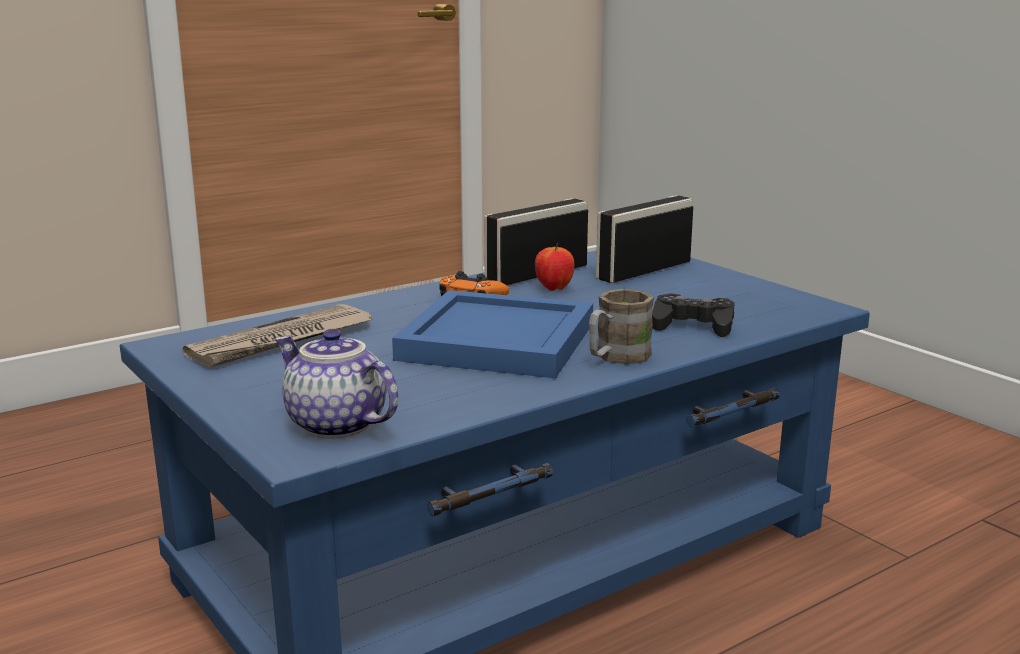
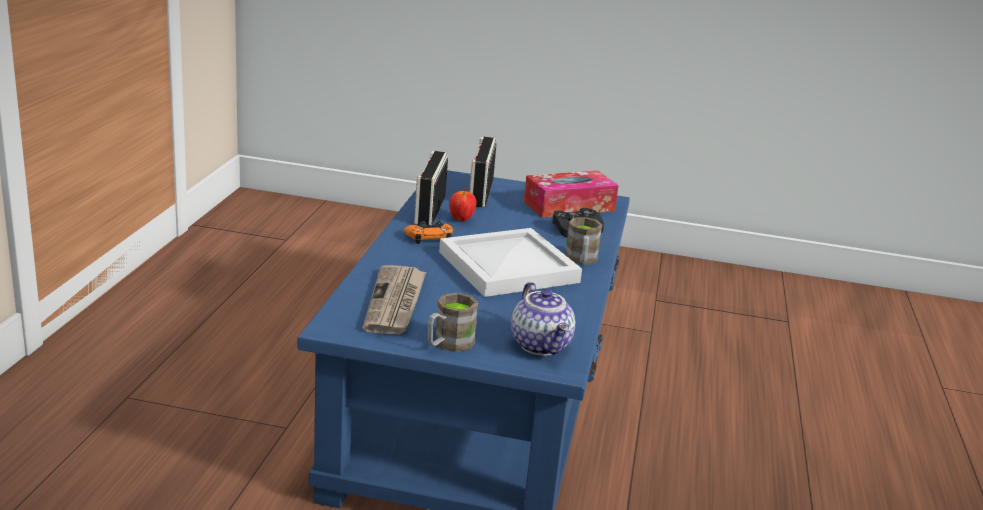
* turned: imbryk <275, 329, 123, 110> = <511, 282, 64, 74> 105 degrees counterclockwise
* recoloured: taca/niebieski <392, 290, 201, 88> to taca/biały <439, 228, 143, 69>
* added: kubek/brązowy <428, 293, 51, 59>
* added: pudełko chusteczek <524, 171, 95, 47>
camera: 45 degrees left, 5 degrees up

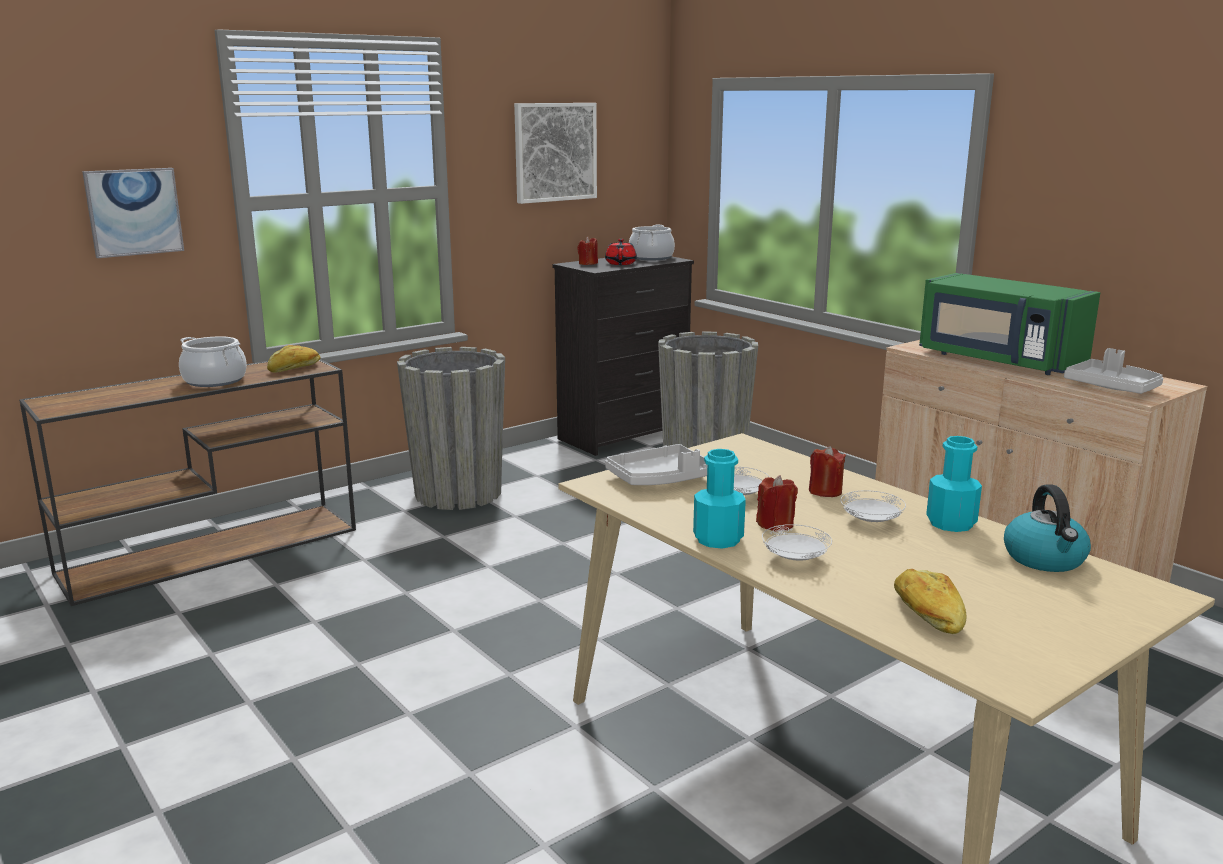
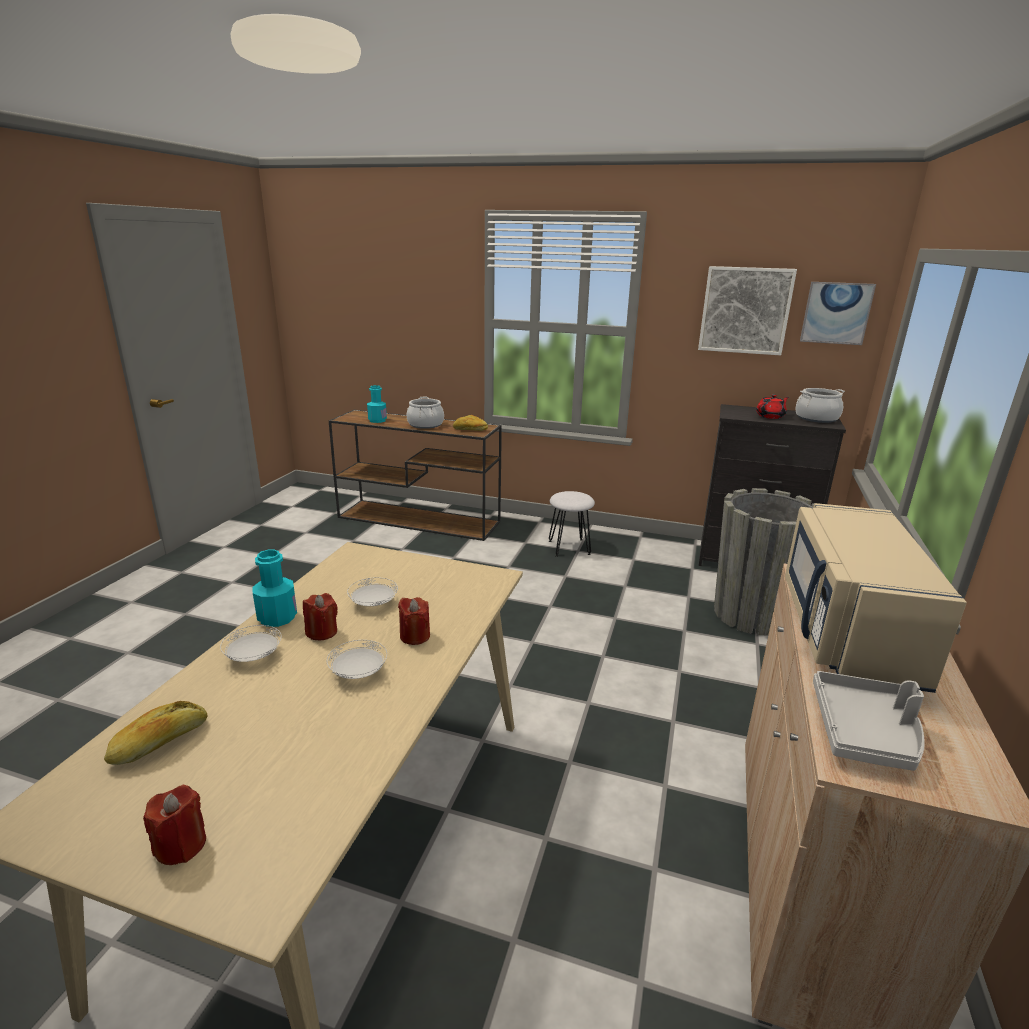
* moved: obraz <82, 168, 102, 90> to <800, 282, 76, 63>
* replaced: donica/szary <397, 347, 108, 163> to stołek/biały <549, 491, 46, 66>
* moved: świeca/czerwony <577, 236, 21, 29> to <143, 785, 63, 80>
* removed: taca/szary <605, 444, 102, 41>
* recoloured: mikrofalówka/zielony <919, 273, 181, 102> to mikrofalówka/beżowy <785, 503, 182, 190>
* moved: butelka/turkusowy <926, 436, 56, 96> to <367, 385, 20, 38>
* removed: czajnik <1004, 485, 87, 87>
camera: 55 degrees right, 5 degrees up

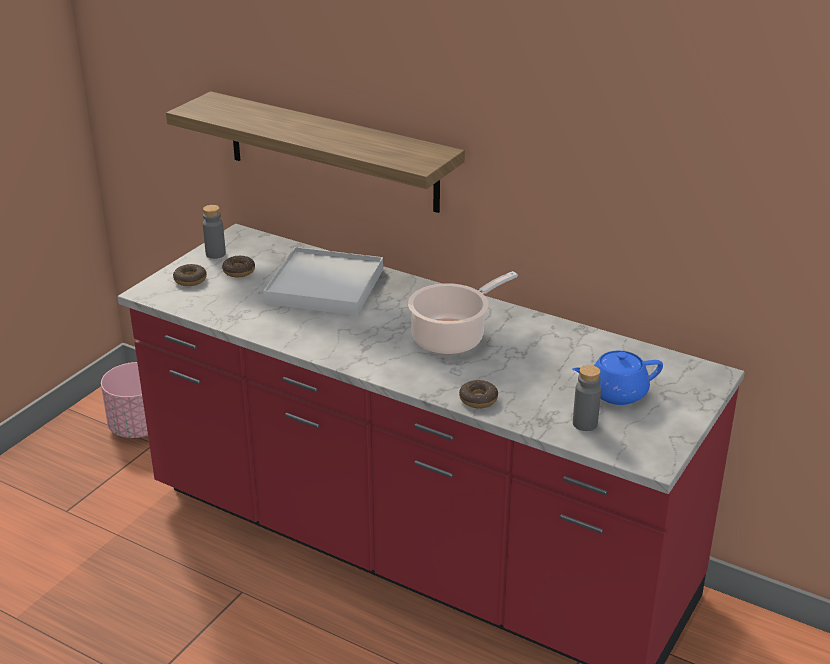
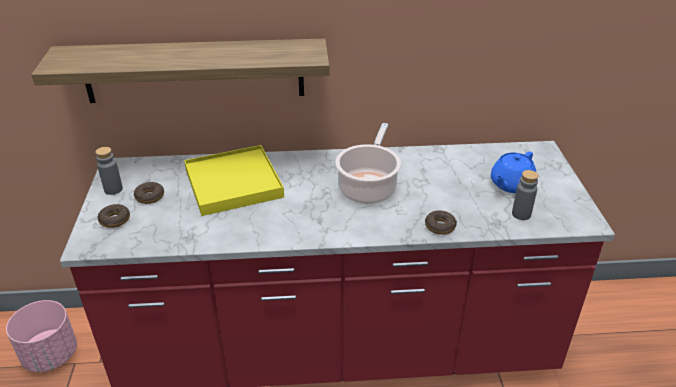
* recoloured: taca/biały <263, 247, 120, 69> to taca/żółty <184, 145, 100, 71>
camera: 35 degrees left, 5 degrees up

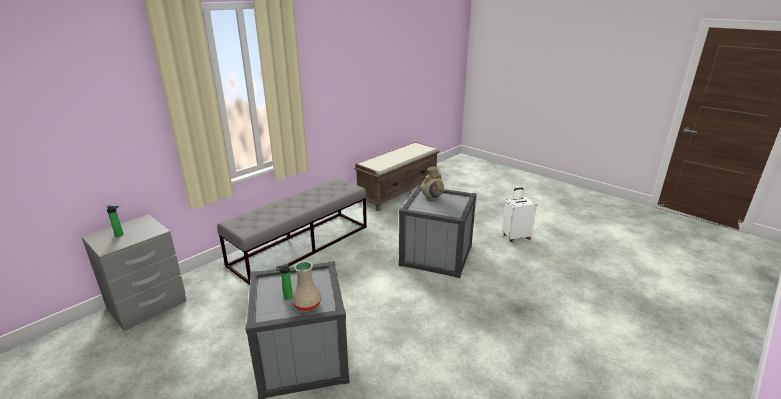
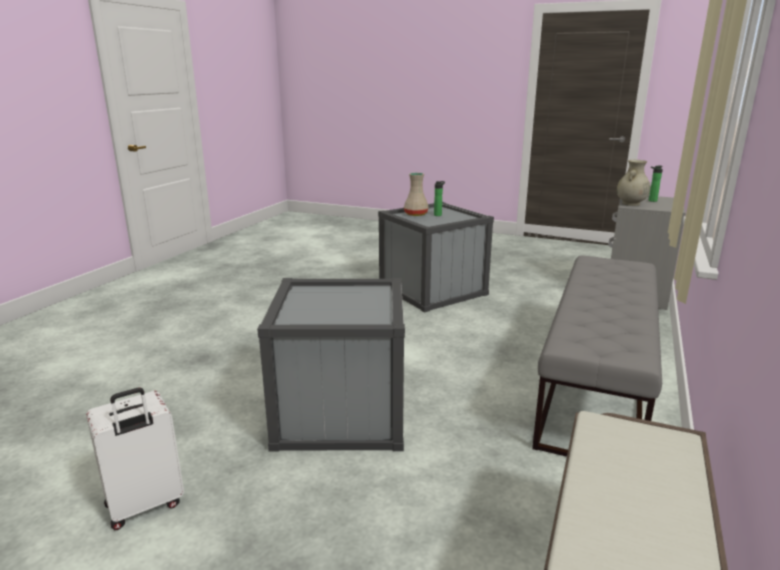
* moved: wazon/beżowy <421, 167, 23, 33> to <617, 160, 33, 46>
camera: 160 degrees right, 5 degrees down

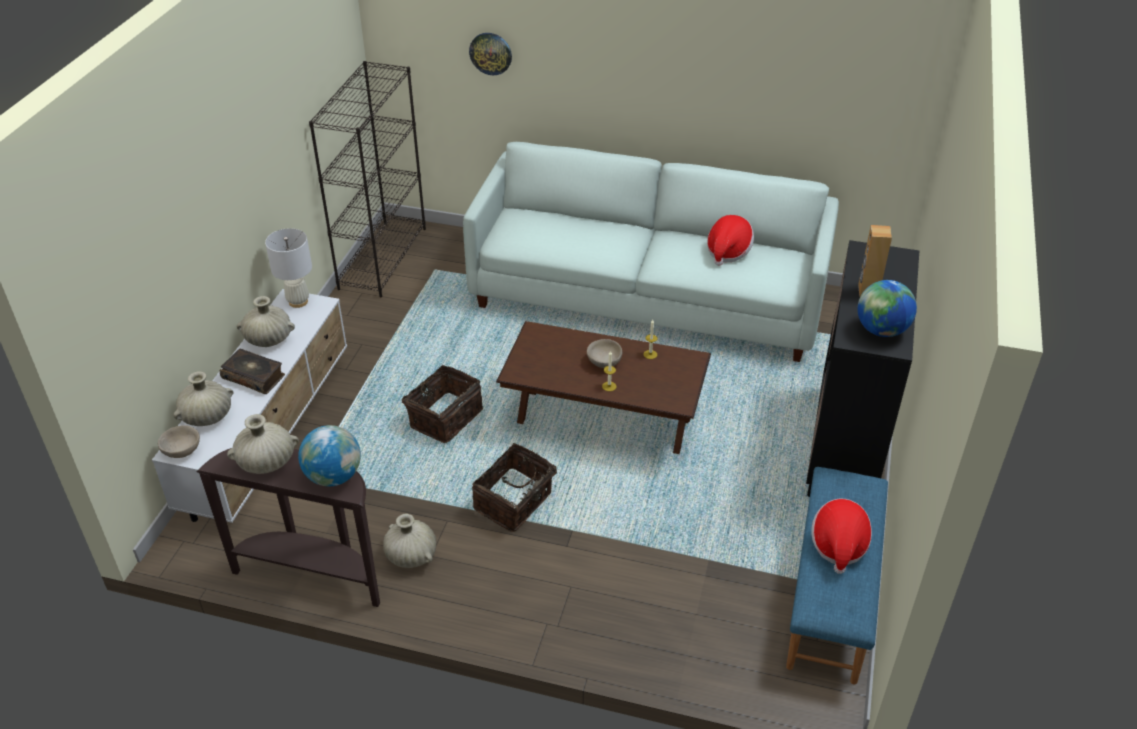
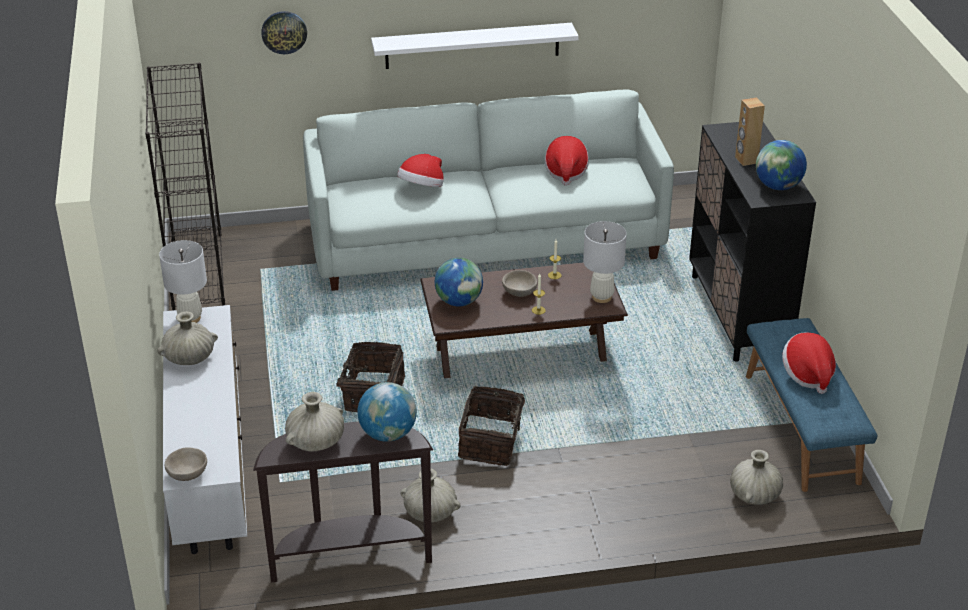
* moved: wazon/beżowy <173, 371, 61, 55> to <730, 450, 53, 55>
* removed: książka <220, 349, 65, 45>
* added: półka/biały <371, 23, 208, 46>
* added: kapelusz <397, 154, 47, 33>
* added: globus <435, 258, 48, 48>
* added: lampa stołowa/biały <583, 221, 44, 82>
camera: 25 degrees left, 5 degrees down

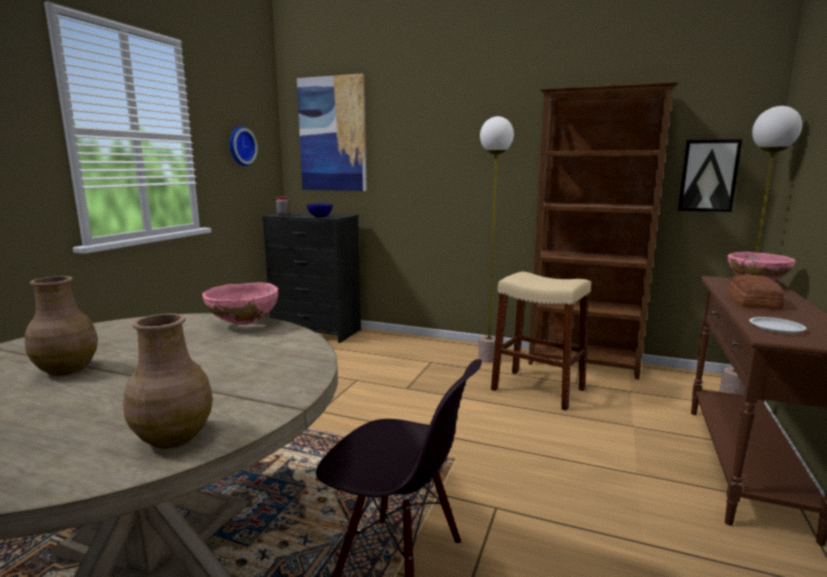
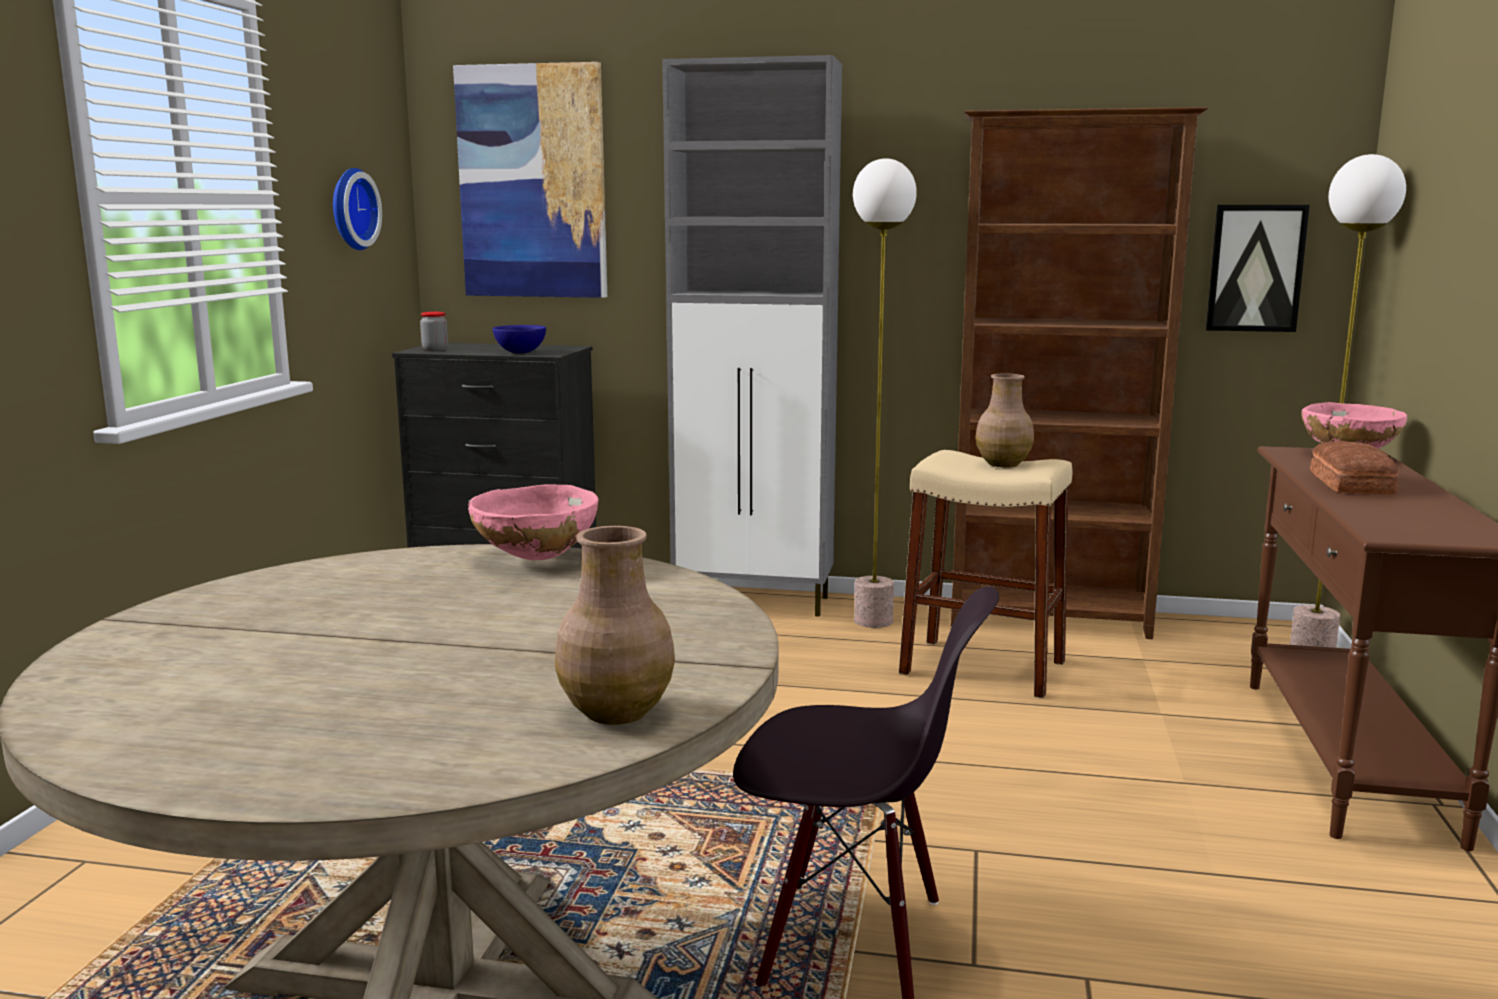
* moved: wazon/brązowy <25, 276, 73, 100> to <975, 374, 59, 93>
* removed: talerz/biały <749, 317, 57, 16>
* added: szafka/szary <662, 55, 180, 562>
camera: 10 degrees left, 0 degrees up

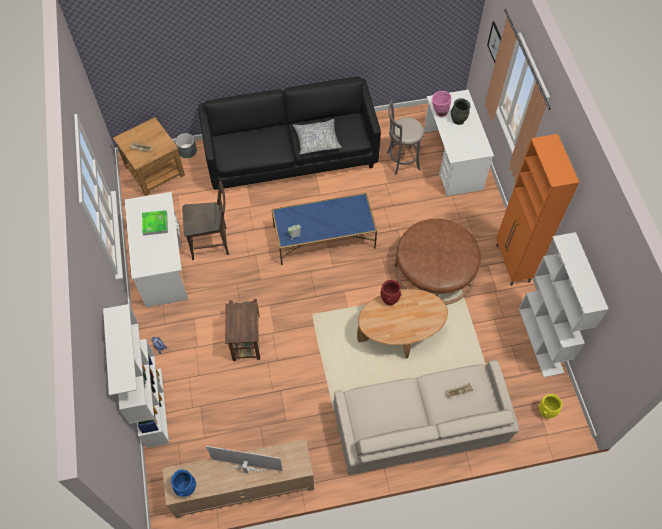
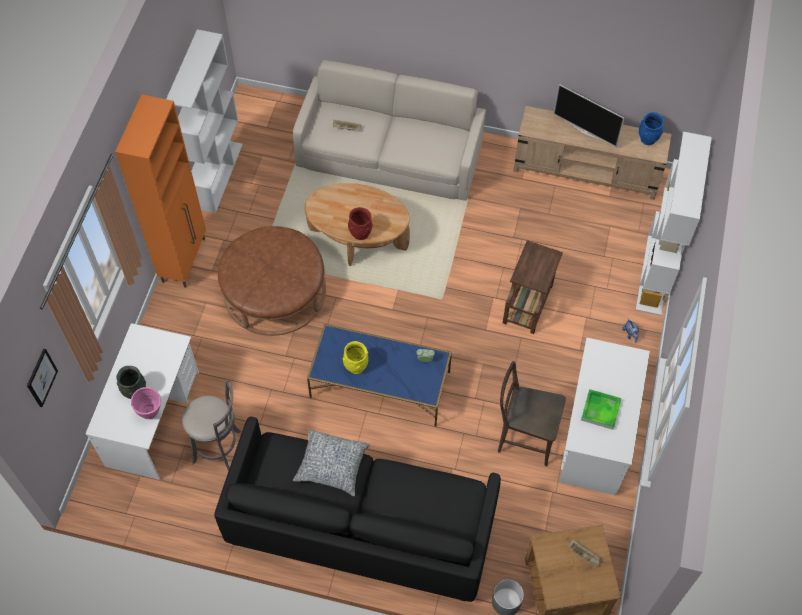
* moved: wazon/żółty <539, 394, 23, 25> to <343, 341, 26, 33>
camera: 155 degrees left, 0 degrees up

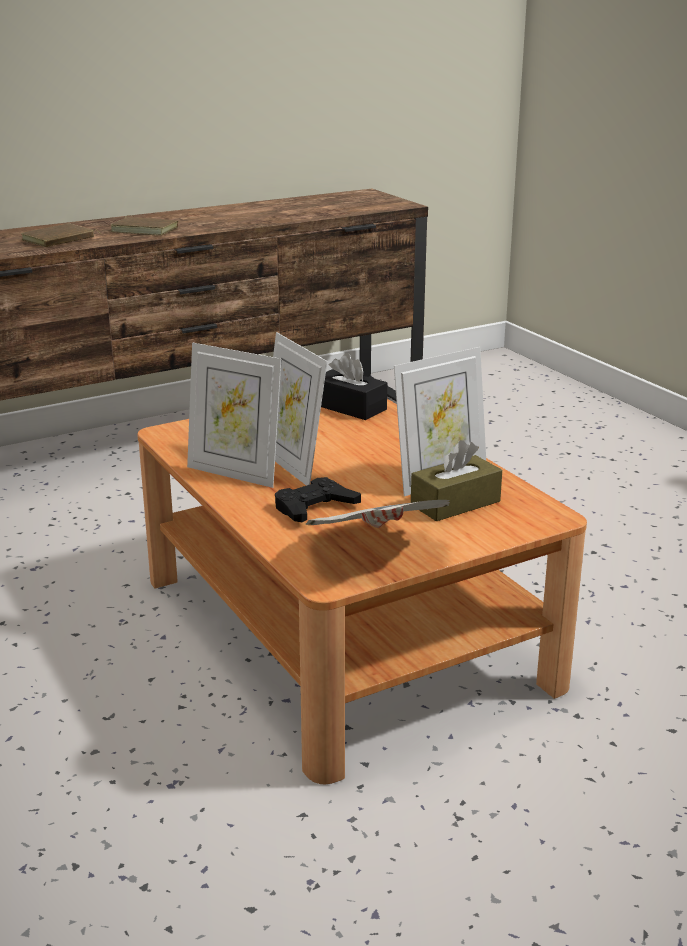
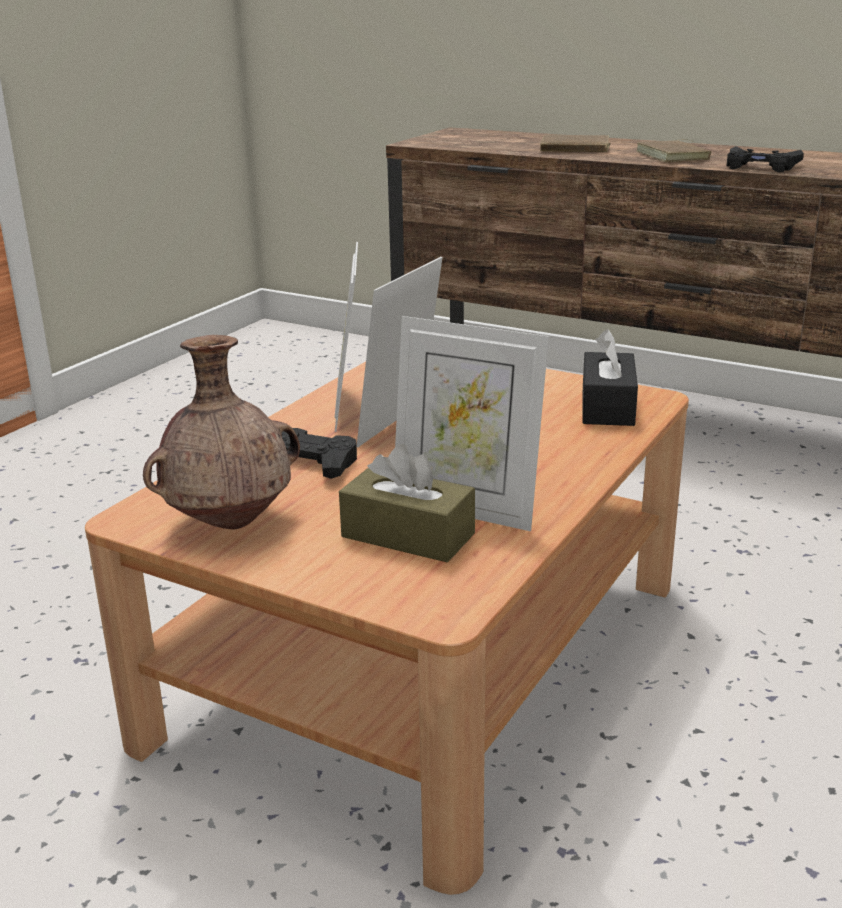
* replaced: gazeta <306, 500, 144, 28> to wazon/brązowy <143, 335, 157, 194>
* added: pad do gier/czarny <727, 146, 77, 26>
camera: 60 degrees right, 0 degrees up

